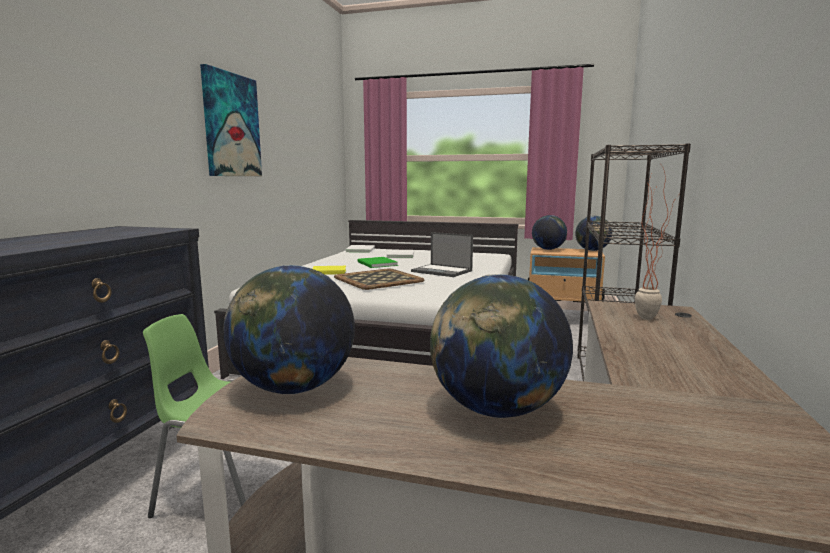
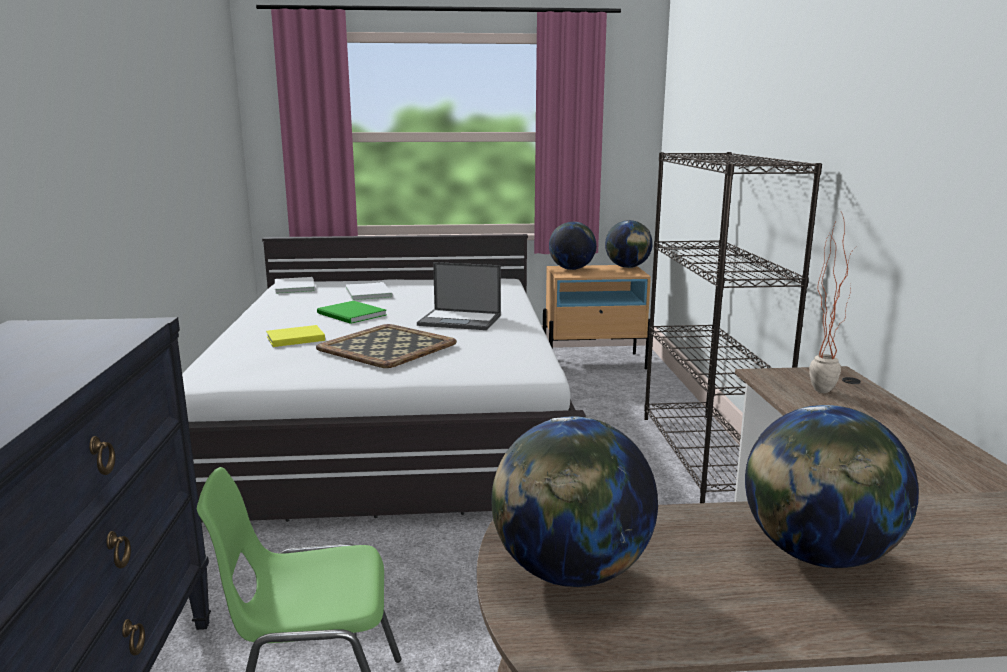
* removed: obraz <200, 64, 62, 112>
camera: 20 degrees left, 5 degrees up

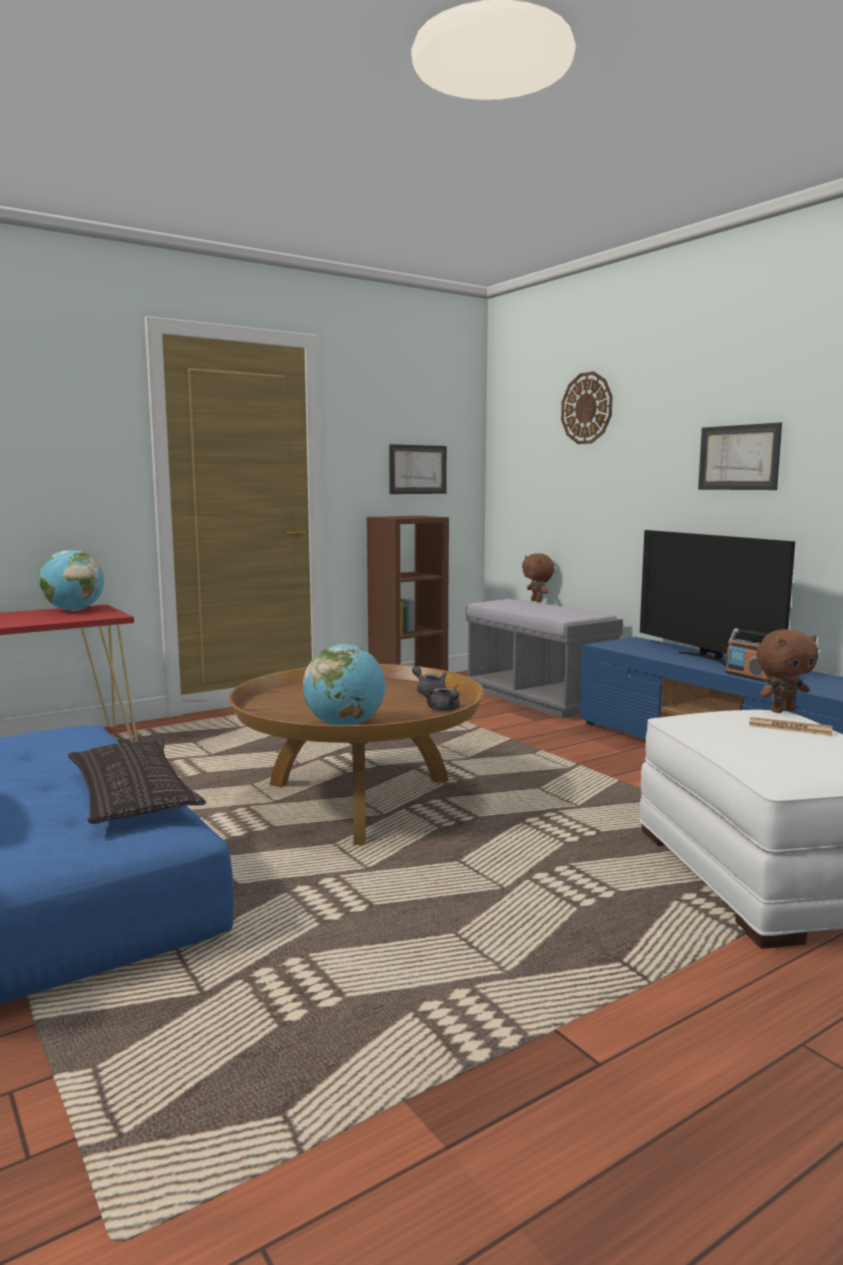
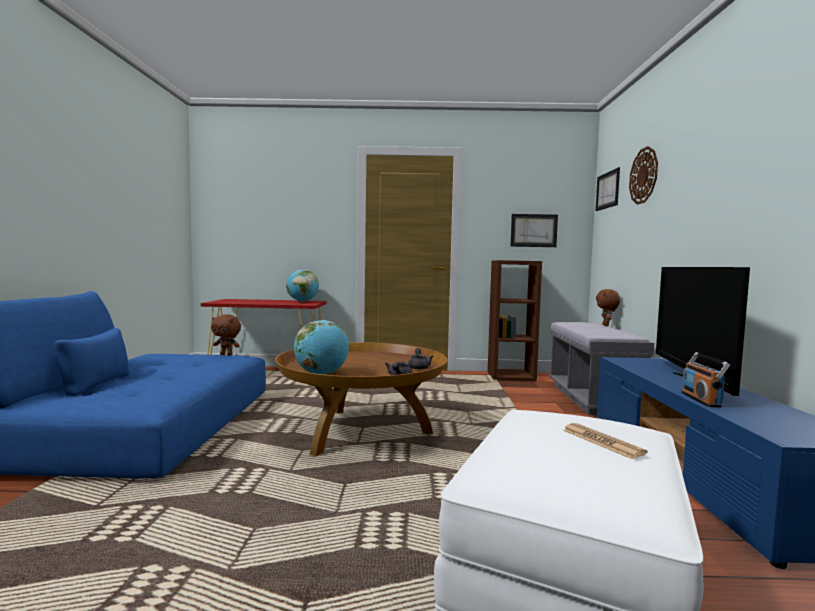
* removed: poduszka <68, 739, 138, 85>
* moved: obraz <698, 422, 84, 68> to <595, 167, 25, 44>
* moved: pluszak/brązowy <756, 629, 63, 84> to <211, 314, 30, 42>
camera: 35 degrees right, 5 degrees down

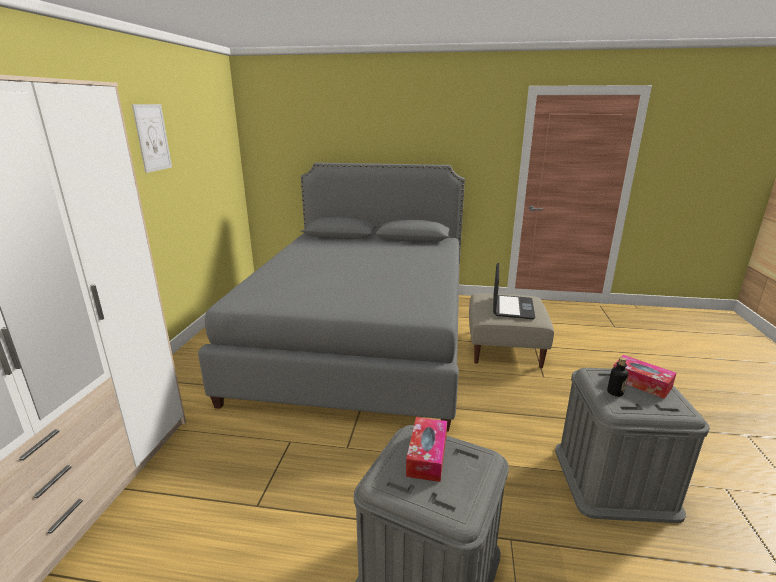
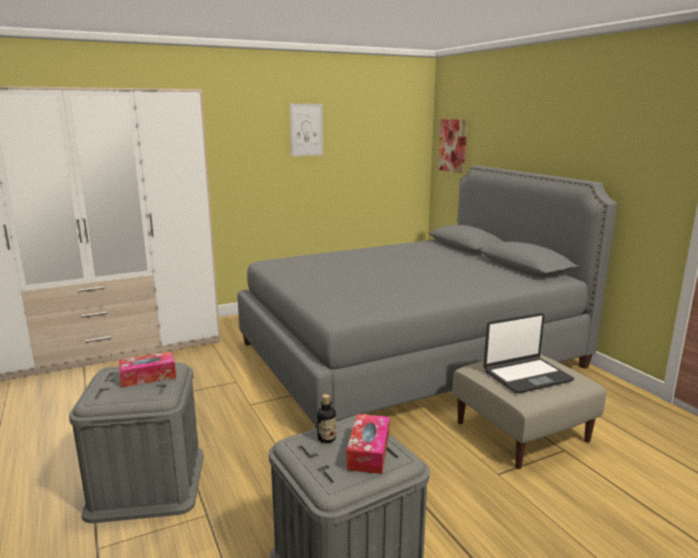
* added: obraz <438, 119, 30, 55>
camera: 55 degrees right, 5 degrees down

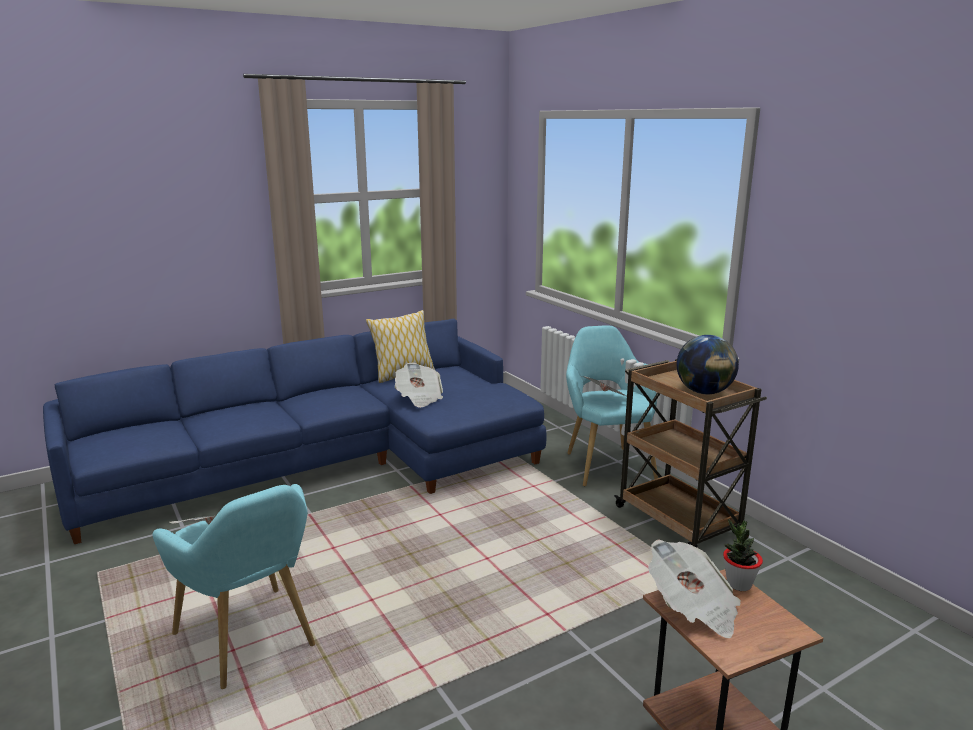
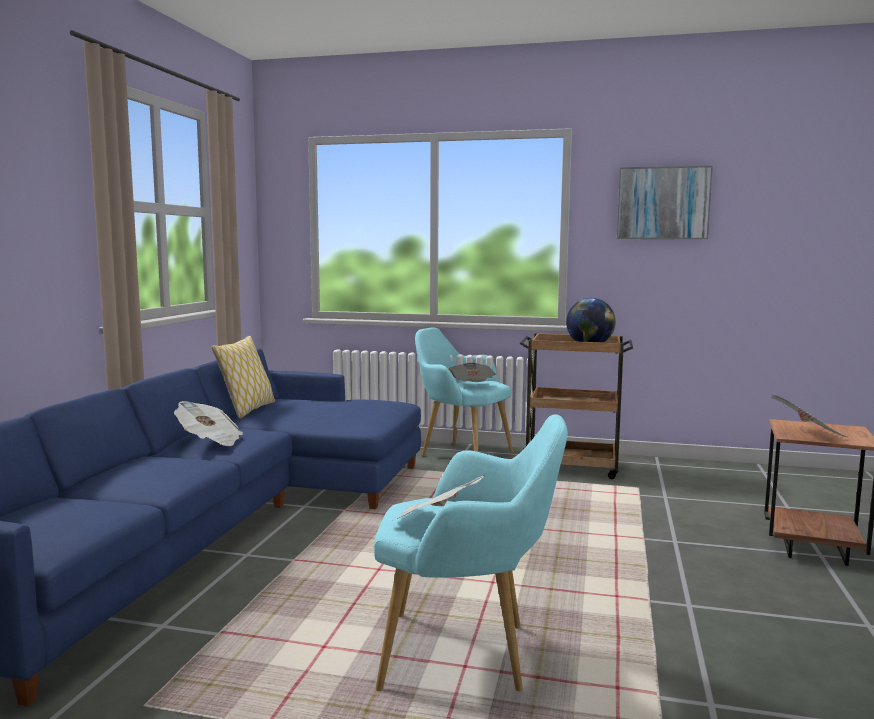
* moved: gazeta <394, 363, 49, 45> to <174, 401, 69, 45>
* removed: roślina doniczkowa <723, 519, 40, 72>
* added: obraz <617, 166, 96, 73>
camera: 45 degrees left, 10 degrees down

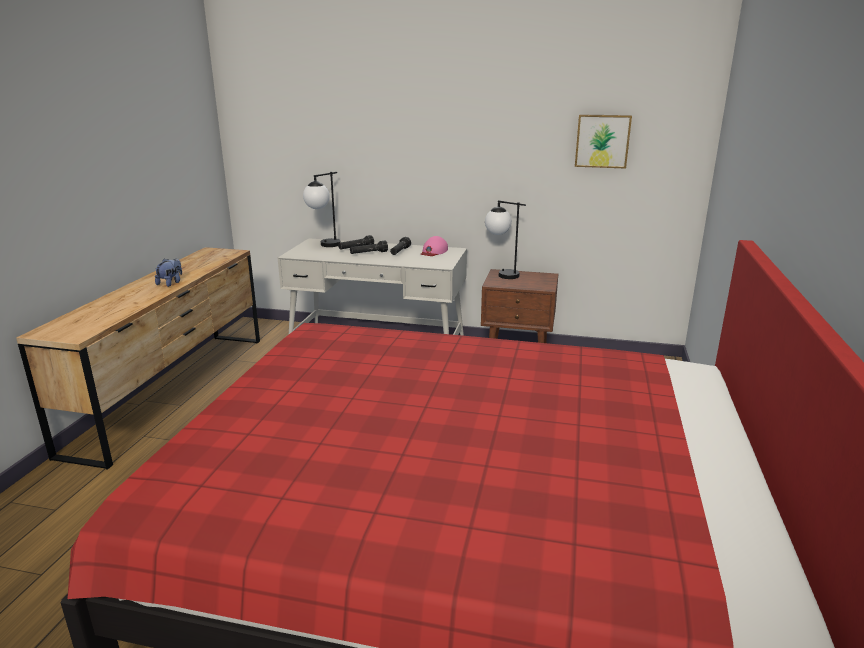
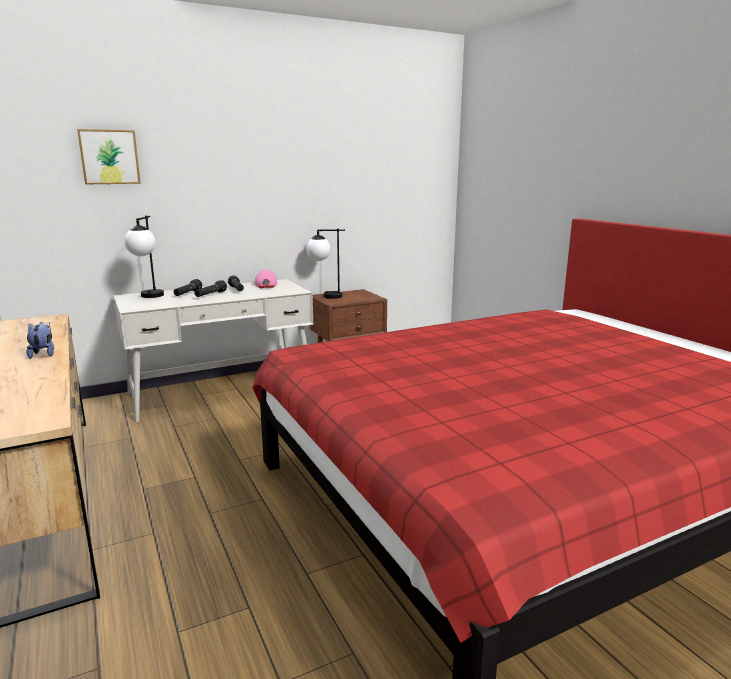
* moved: obraz <575, 114, 57, 54> to <77, 129, 64, 56>
camera: 40 degrees left, 5 degrees down

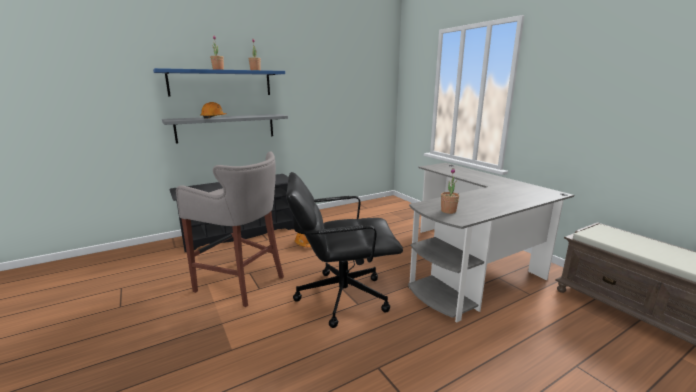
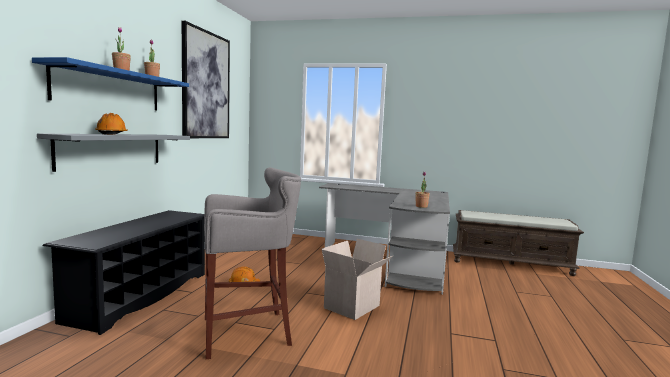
* replaced: krzesło biurowe/czarny <286, 172, 117, 156> to karton <322, 239, 72, 81>
* added: obraz <182, 21, 48, 117>
camera: 45 degrees left, 10 degrees down

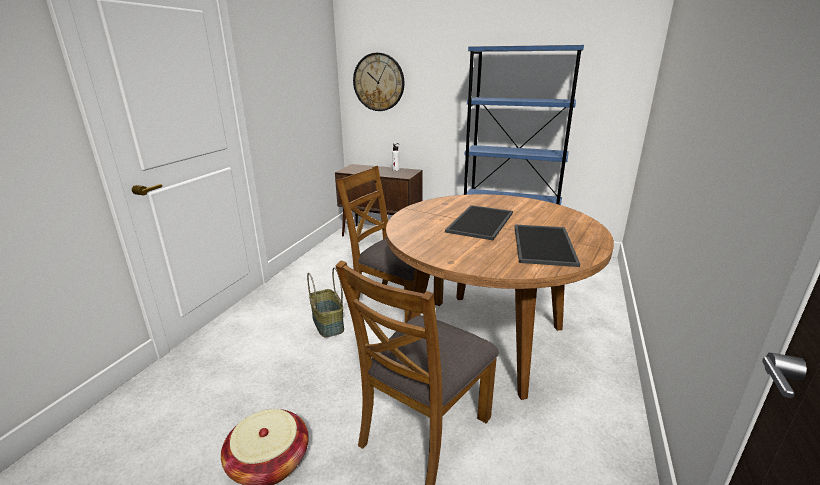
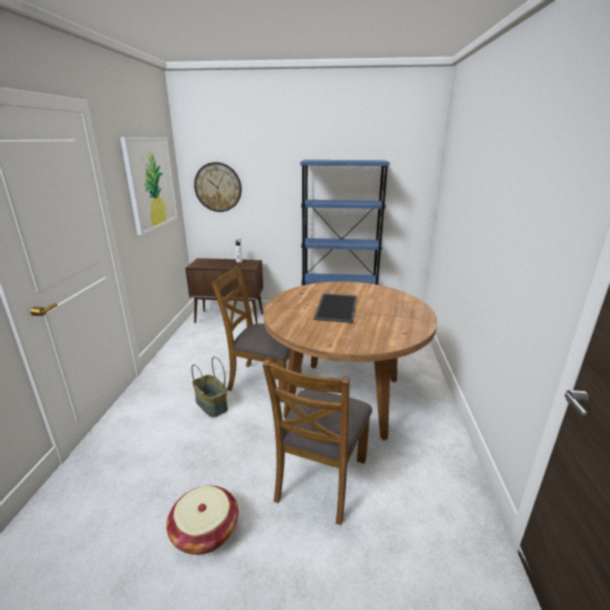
* removed: taca <515, 224, 65, 43>
* added: obraz <120, 137, 58, 98>
camera: 15 degrees left, 0 degrees up

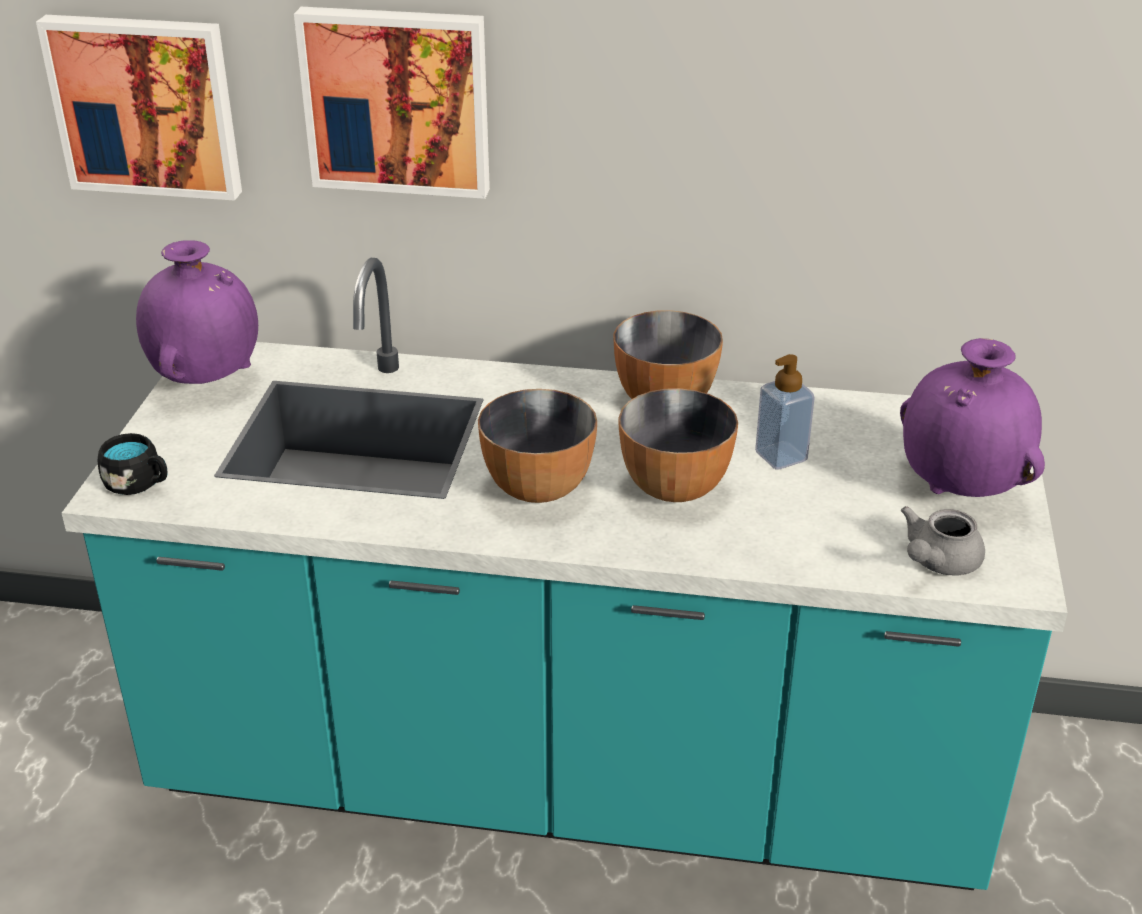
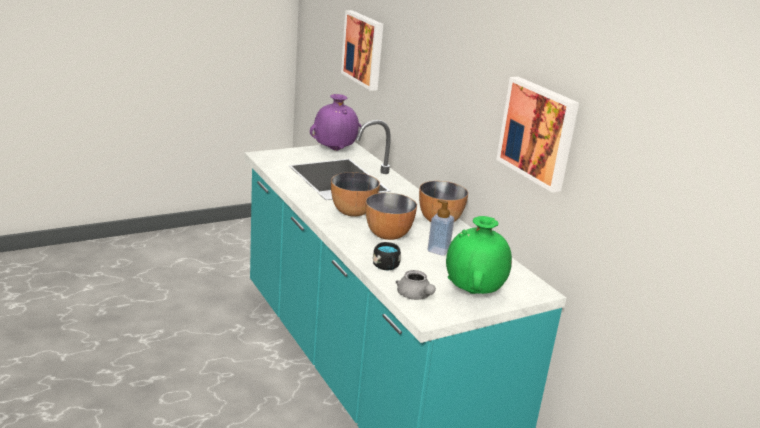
* moved: kubek/czarny <98, 433, 69, 62> to <373, 242, 28, 28>
* moved: obraz <294, 7, 196, 192> to <496, 77, 83, 116>
* recoloured: wazon/fioletowy <900, 338, 145, 159> to wazon/zielony <446, 216, 66, 78>
* turned: imbryk/szary <901, 506, 84, 70> = <395, 270, 41, 30> 120 degrees counterclockwise
camera: 50 degrees right, 10 degrees down

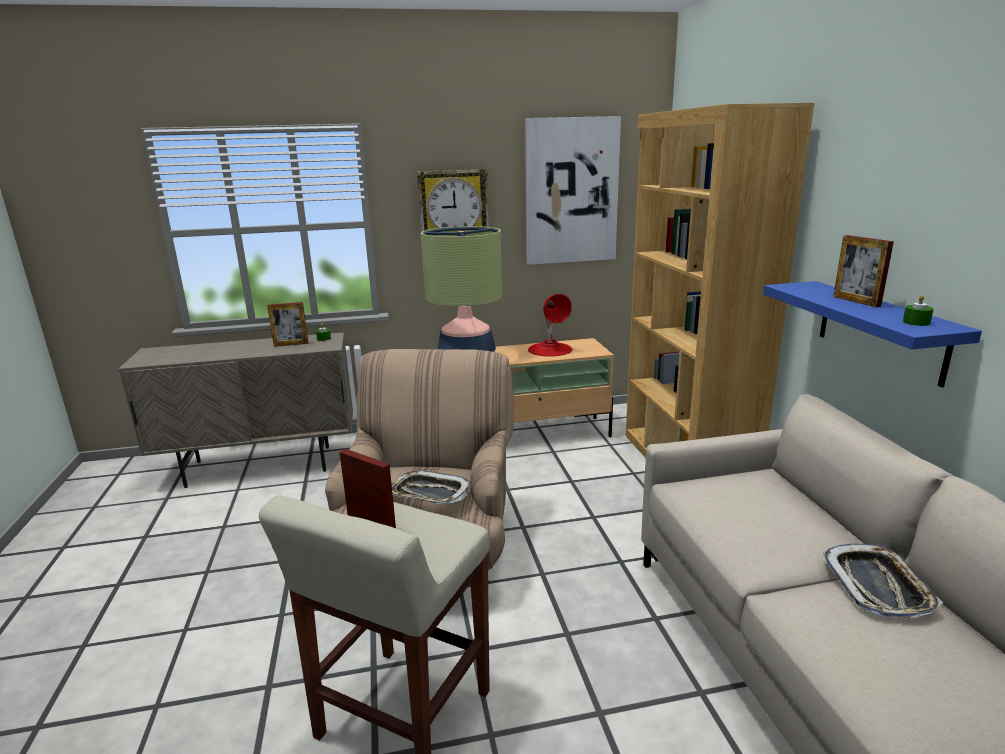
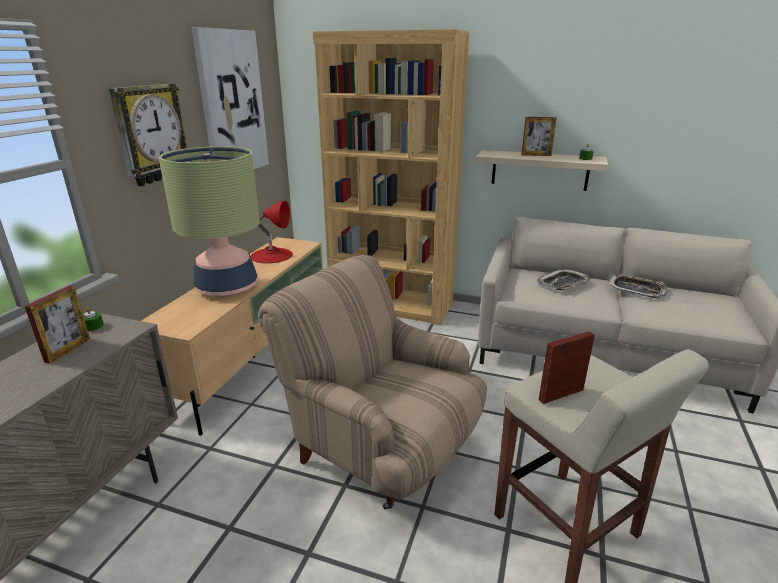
* moved: taca <391, 470, 78, 34> to <537, 269, 53, 21>
* recoloured: półka/niebieski <763, 281, 219, 106> to półka/beżowy <475, 150, 133, 41>
camera: 60 degrees left, 5 degrees up

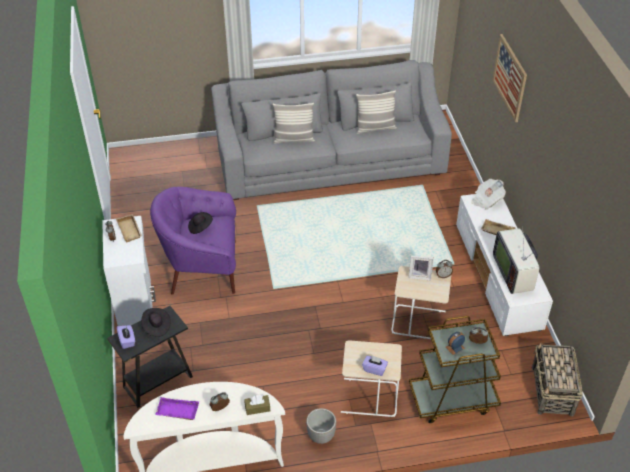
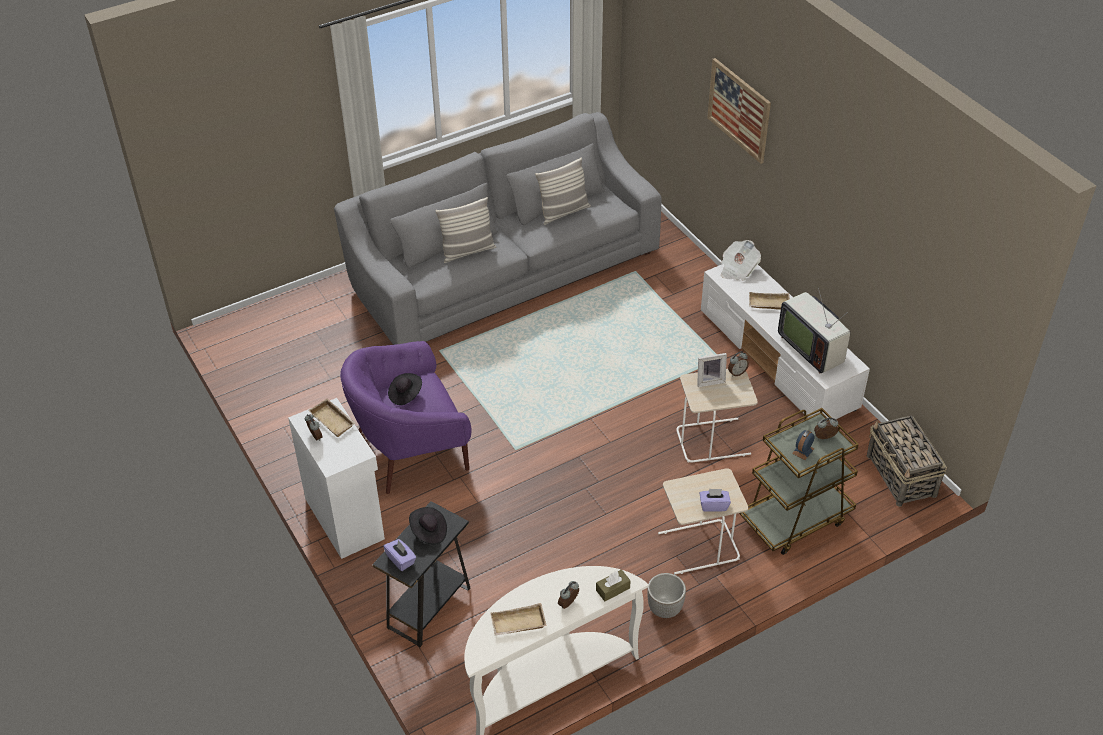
* recoloured: taca/fioletowy <155, 397, 44, 23> to taca/beżowy <490, 603, 57, 33>
camera: 20 degrees left, 0 degrees up

